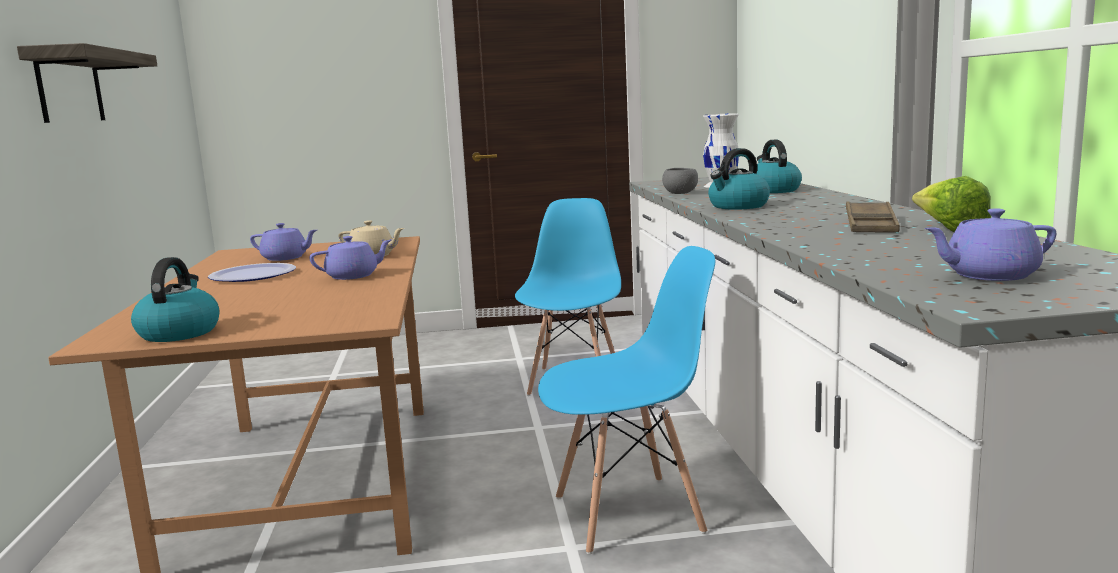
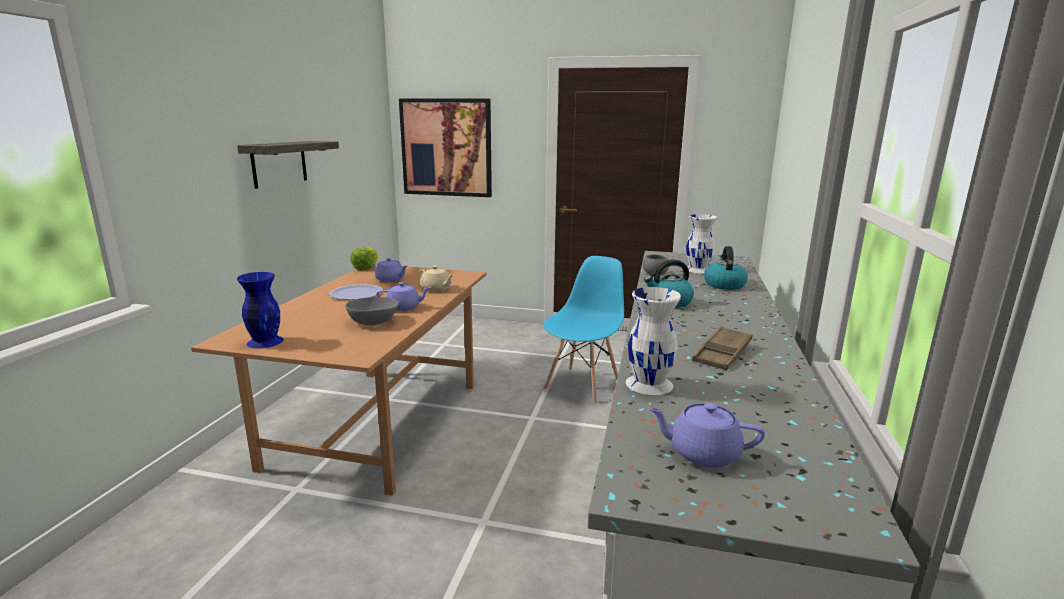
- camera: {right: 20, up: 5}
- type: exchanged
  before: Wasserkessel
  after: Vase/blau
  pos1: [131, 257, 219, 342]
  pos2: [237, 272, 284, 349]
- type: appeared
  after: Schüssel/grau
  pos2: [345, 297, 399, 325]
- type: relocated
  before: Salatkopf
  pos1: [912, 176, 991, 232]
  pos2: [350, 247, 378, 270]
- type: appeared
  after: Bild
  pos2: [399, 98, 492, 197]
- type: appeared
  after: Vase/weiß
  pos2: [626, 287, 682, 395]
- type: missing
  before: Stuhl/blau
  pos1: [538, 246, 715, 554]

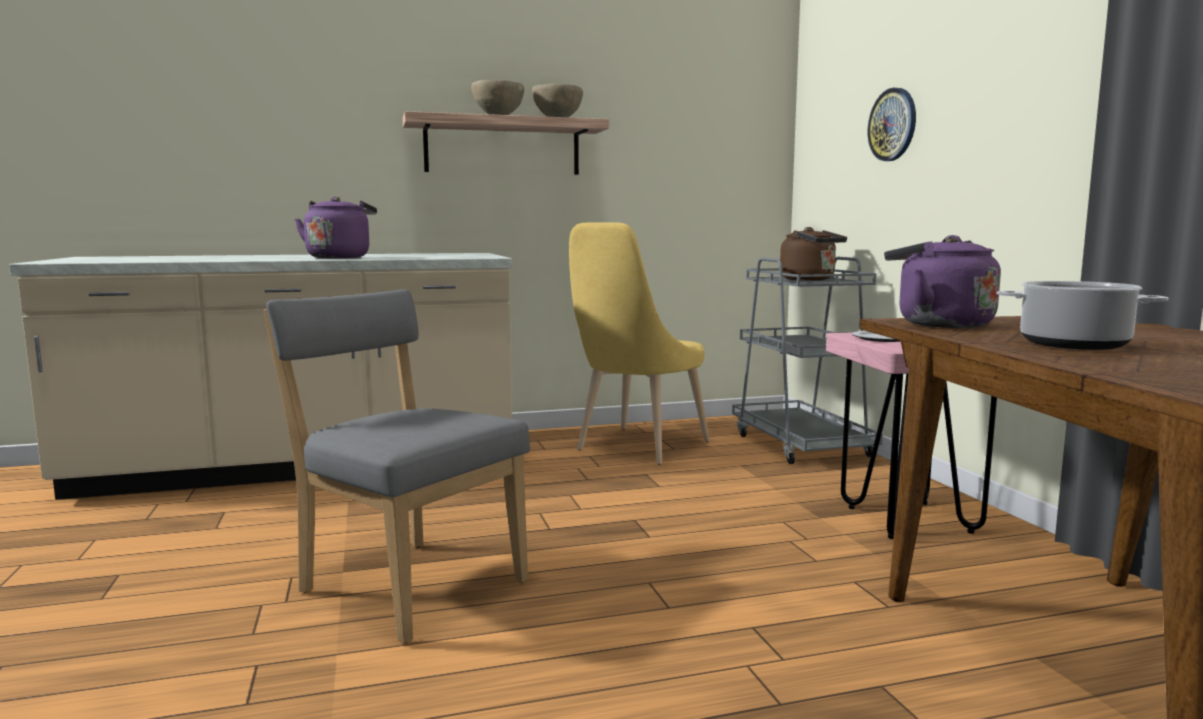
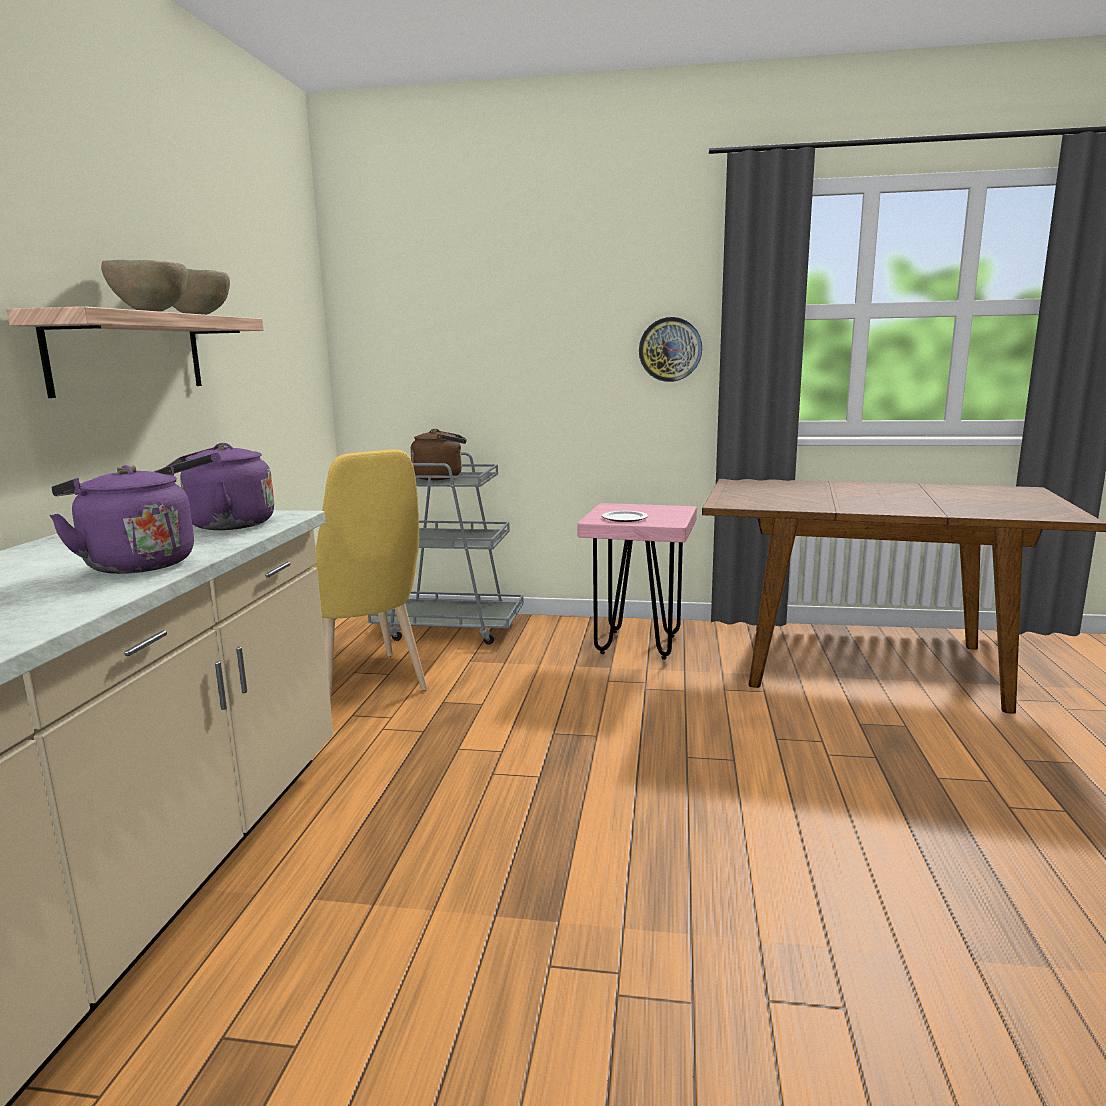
- camera: {right: -65, up: 5}
- type: relocated
  before: Wasserkessel/lila
  pos1: [884, 235, 1001, 328]
  pos2: [166, 443, 274, 530]
- type: relocated
  before: Wanduhr
  pos1: [868, 88, 916, 161]
  pos2: [639, 317, 702, 382]
- type: missing
  before: Stuhl/grau
  pos1: [263, 289, 530, 644]
- type: missing
  before: Kochtopf
  pos1: [997, 281, 1169, 350]

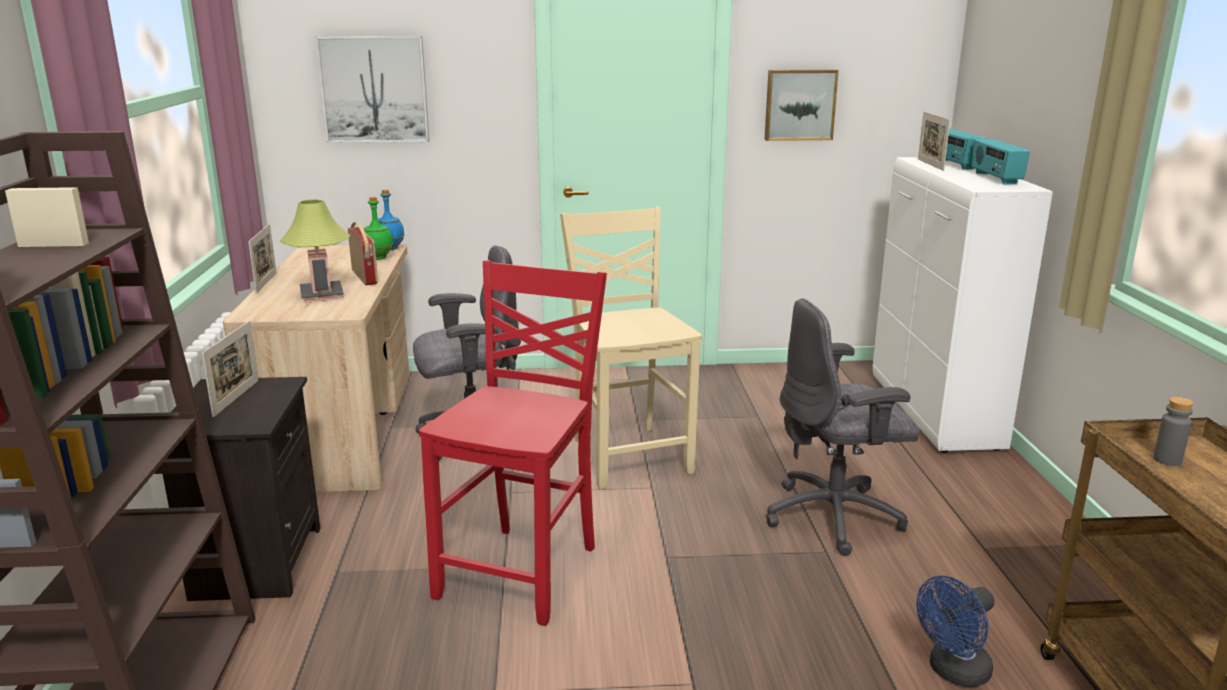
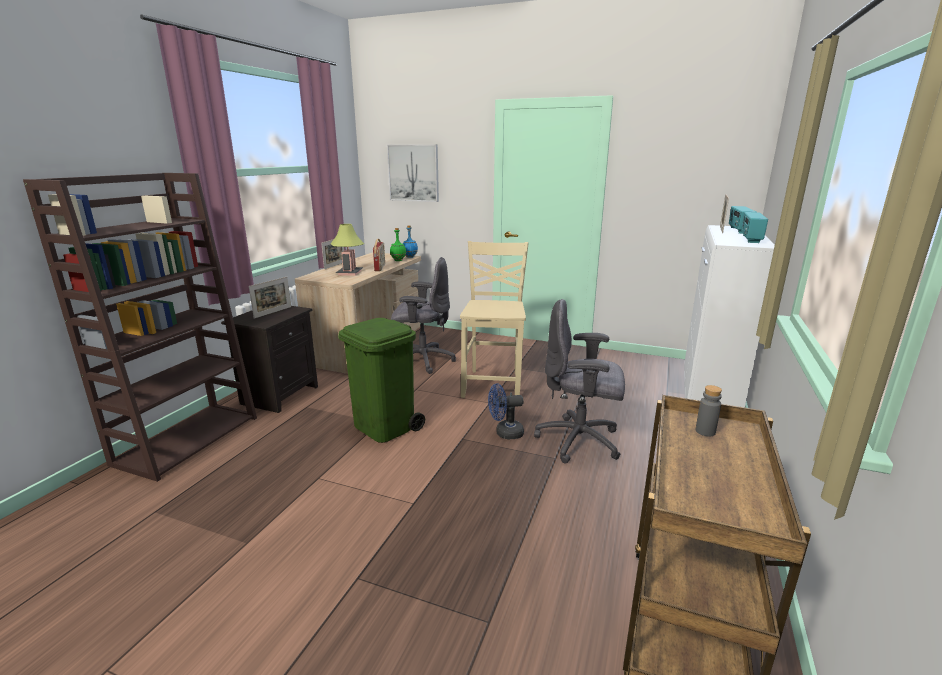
- camera: {right: 25, up: 0}
- type: exchanged
  before: Stuhl/rot
  after: Mülleimer/grün
  pos1: [419, 260, 607, 626]
  pos2: [338, 318, 425, 443]
- type: relocated
  before: Ventilator/blau
  pos1: [916, 576, 995, 687]
  pos2: [488, 383, 524, 439]
- type: missing
  before: Bild
  pos1: [765, 70, 839, 141]

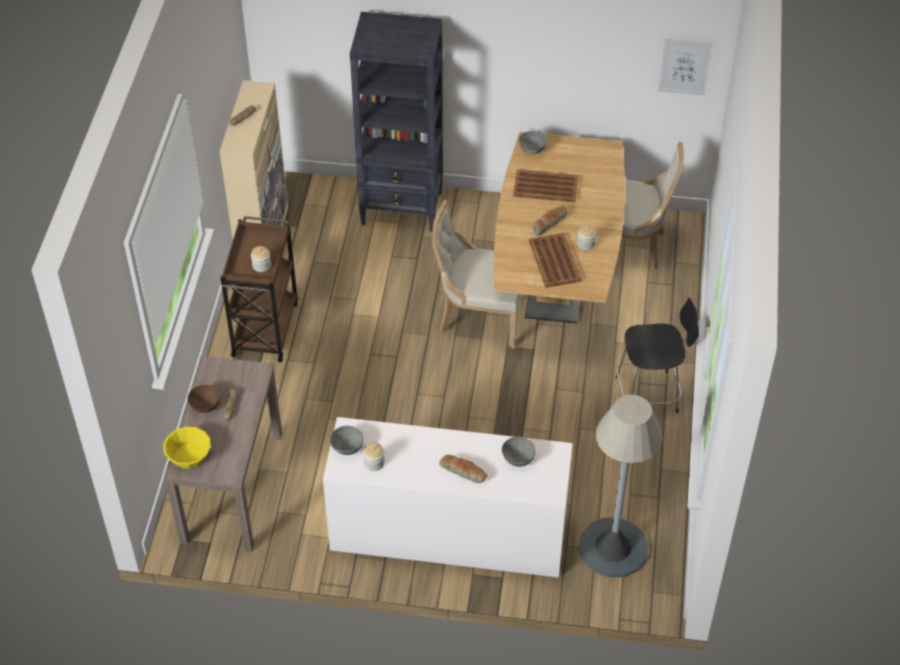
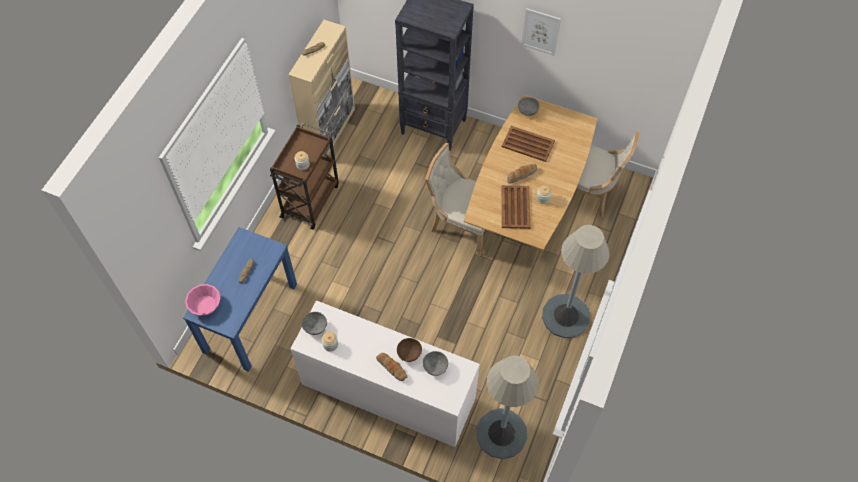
- camera: {right: 15, up: 10}
- type: colour
  before: Konsolentisch/braun
  after: Konsolentisch/blau
  pos1: [164, 356, 282, 552]
  pos2: [183, 227, 297, 372]
- type: colour
  before: Schüssel/gelb
  after: Schüssel/rosa
  pos1: [163, 427, 211, 469]
  pos2: [185, 284, 220, 316]
- type: relocated
  before: Schüssel/braun
  pos1: [188, 385, 220, 413]
  pos2: [397, 338, 422, 362]
- type: relocated
  before: Bild
  pos1: [659, 39, 712, 95]
  pos2: [521, 8, 561, 56]
- type: exchanged
  before: Stuhl/schwarz
  after: Stehlampe/grau
  pos1: [616, 298, 699, 413]
  pos2: [542, 225, 609, 338]

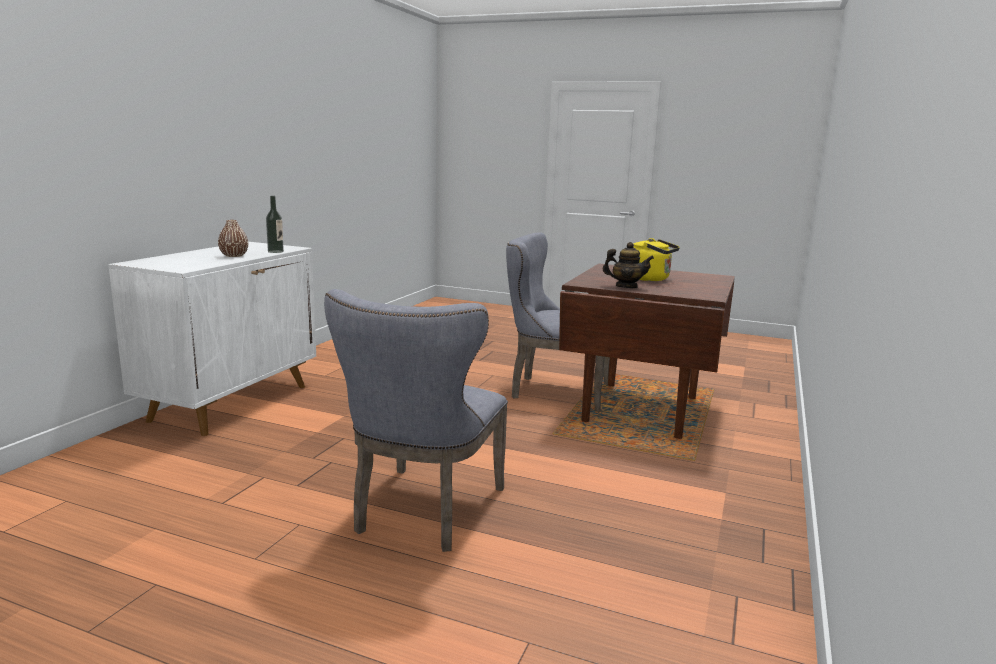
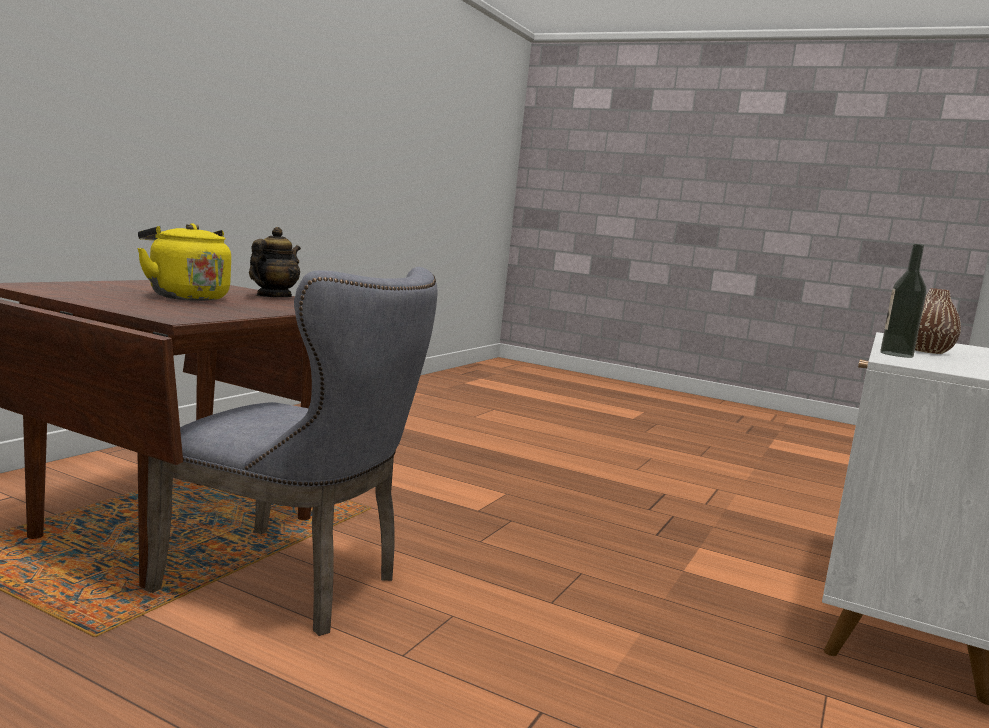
- camera: {right: -175, up: -5}
- type: spun
  before: Teekanne
  pos1: [603, 242, 654, 288]
  pos2: [249, 227, 301, 297]
  turn: 90
- type: missing
  before: Stuhl/grau
  pos1: [324, 289, 508, 552]

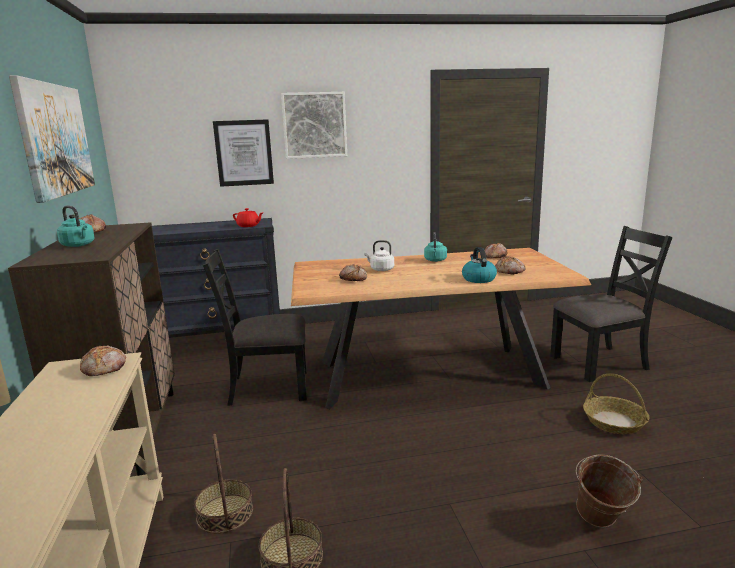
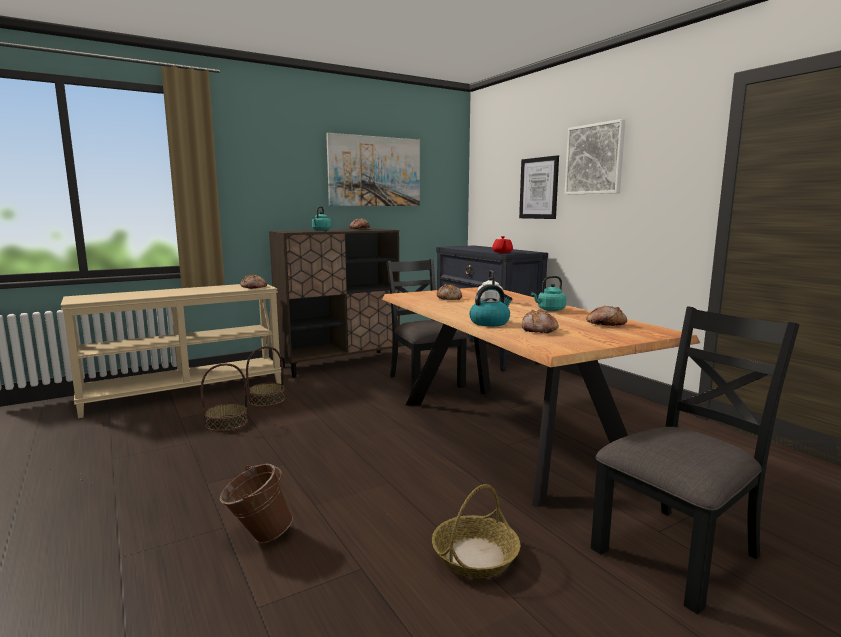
- camera: {right: 70, up: -5}
- type: spun
  before: Stuhl/schwarz
  pos1: [550, 226, 673, 382]
  pos2: [591, 306, 799, 614]
  turn: -90

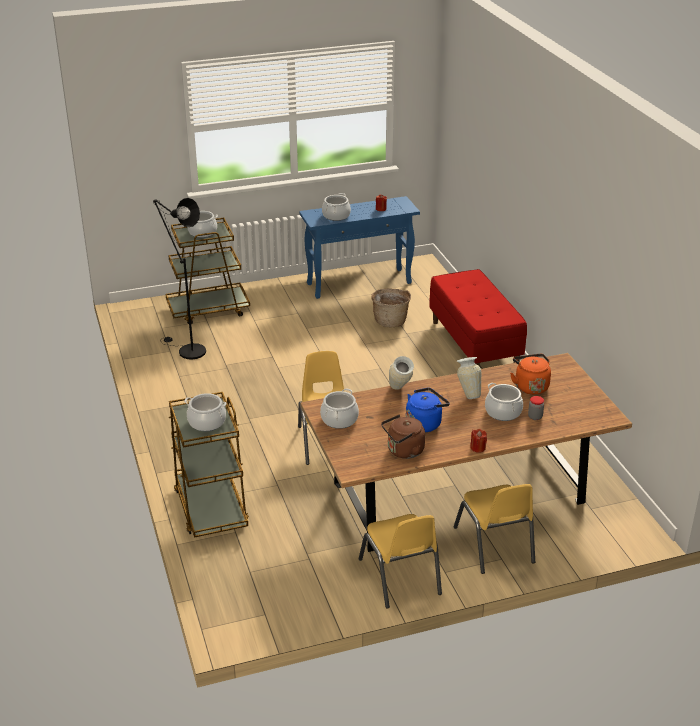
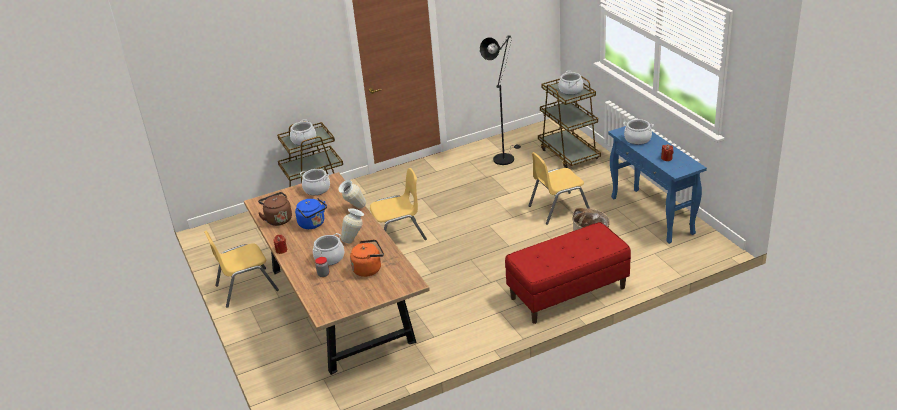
- camera: {right: 85, up: 0}
- type: relocated
  before: Stuhl/gelb
  pos1: [454, 484, 535, 574]
  pos2: [529, 152, 590, 224]

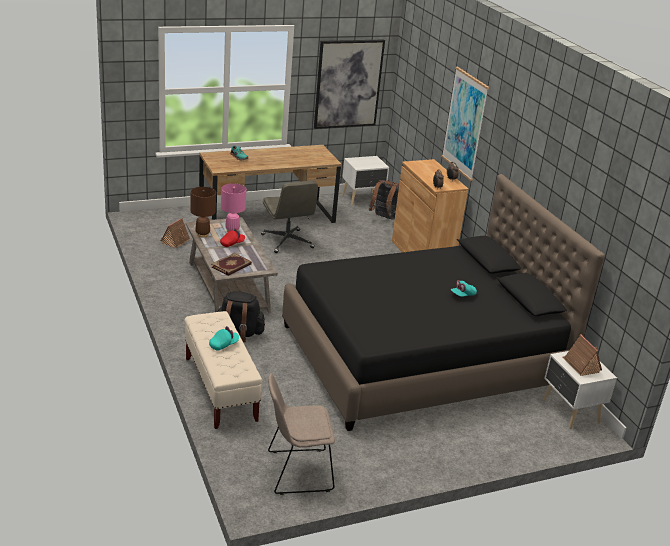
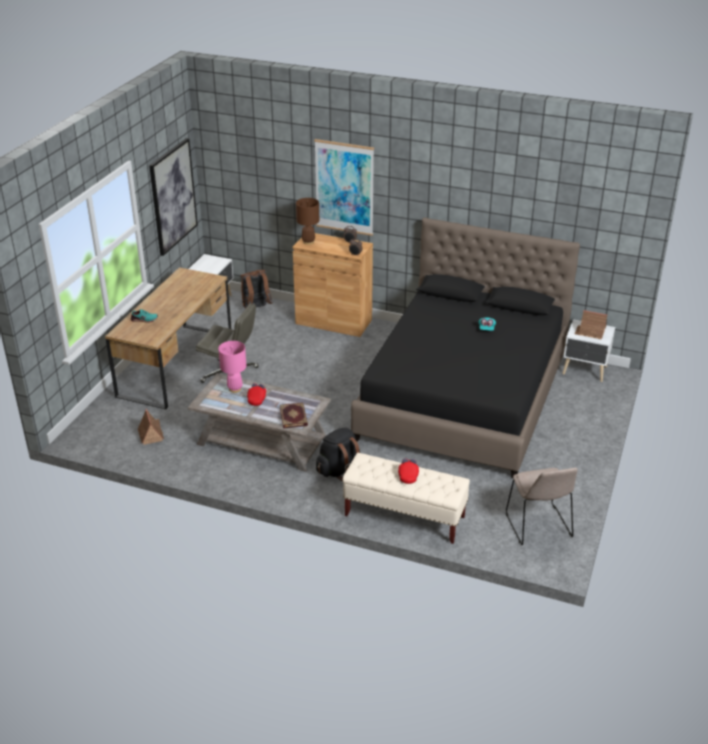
- camera: {right: -45, up: 5}
- type: relocated
  before: Tischlampe/braun
  pos1: [190, 187, 216, 237]
  pos2: [296, 198, 319, 245]
- type: colour
  before: Kappe/türkis
  after: Kappe/rot
  pos1: [209, 326, 239, 351]
  pos2: [398, 458, 419, 484]
- type: spun
  before: Stuhl/beige
  pos1: [268, 373, 335, 495]
  pos2: [506, 468, 578, 545]
  turn: -45

